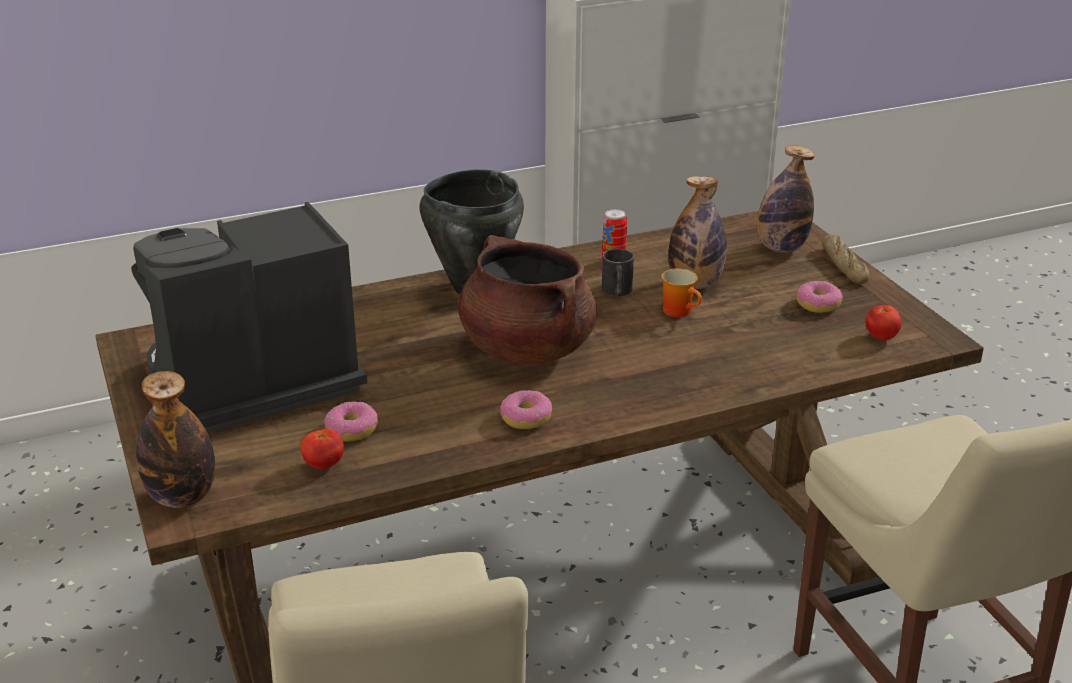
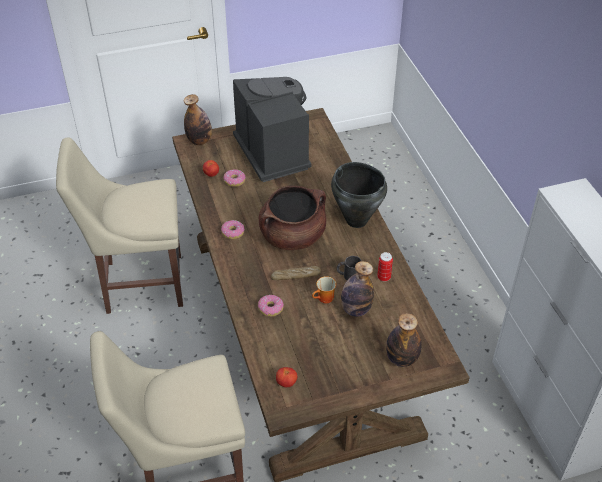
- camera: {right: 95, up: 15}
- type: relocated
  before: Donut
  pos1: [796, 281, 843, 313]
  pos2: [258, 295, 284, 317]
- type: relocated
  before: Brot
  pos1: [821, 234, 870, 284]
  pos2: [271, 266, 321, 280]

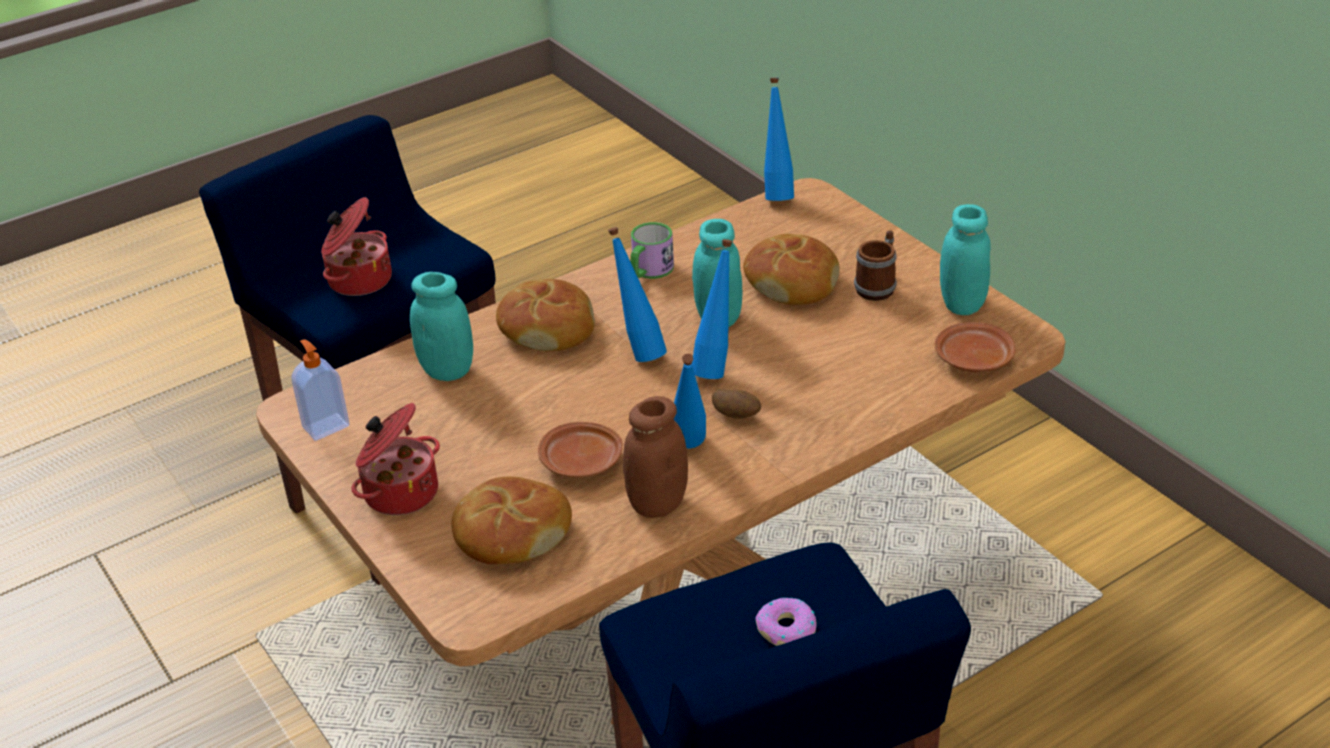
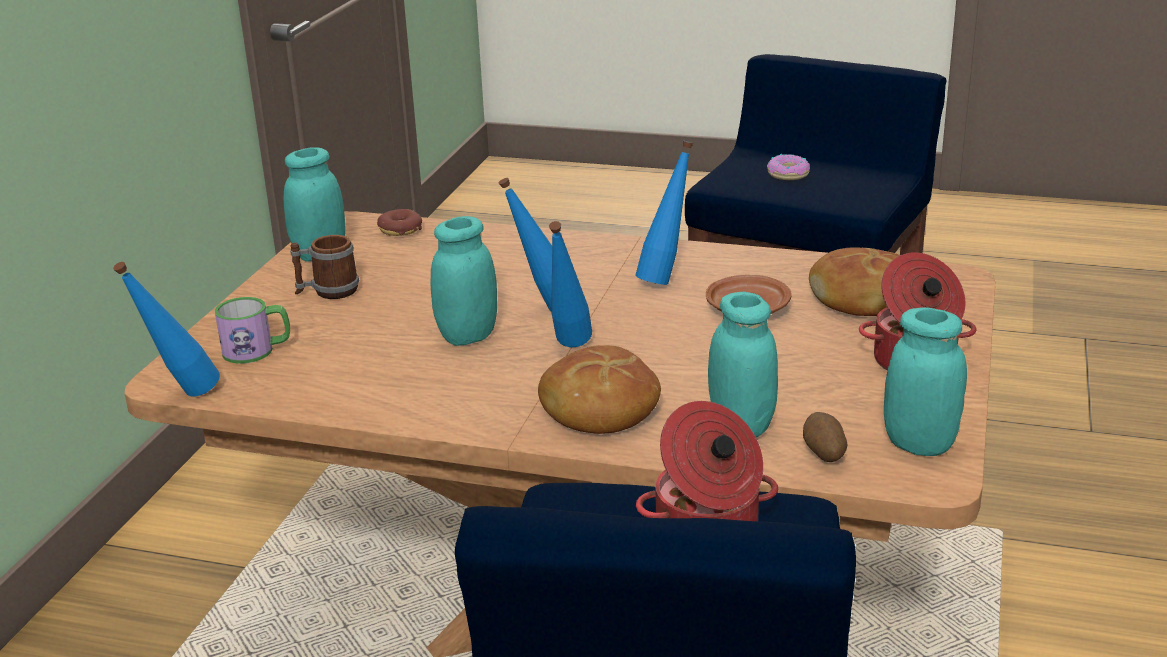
- camera: {right: -130, up: -10}
- type: relocated
  before: Henkelbecher
  pos1: [630, 222, 674, 279]
  pos2: [214, 297, 290, 364]
- type: exchanged
  before: Teller/braun
  after: Donut
  pos1: [935, 322, 1015, 372]
  pos2: [377, 209, 422, 236]
- type: relocated
  before: Kartoffel
  pos1: [712, 389, 761, 419]
  pos2: [803, 412, 847, 462]
- type: exchanged
  before: Seifenspender
  after: Vorratsglas/türkis
  pos1: [291, 339, 350, 441]
  pos2: [884, 307, 967, 456]
- type: missing
  before: Vorratsglas/braun
  pos1: [623, 396, 688, 518]
- type: missing
  before: Brot
  pos1: [743, 234, 840, 305]

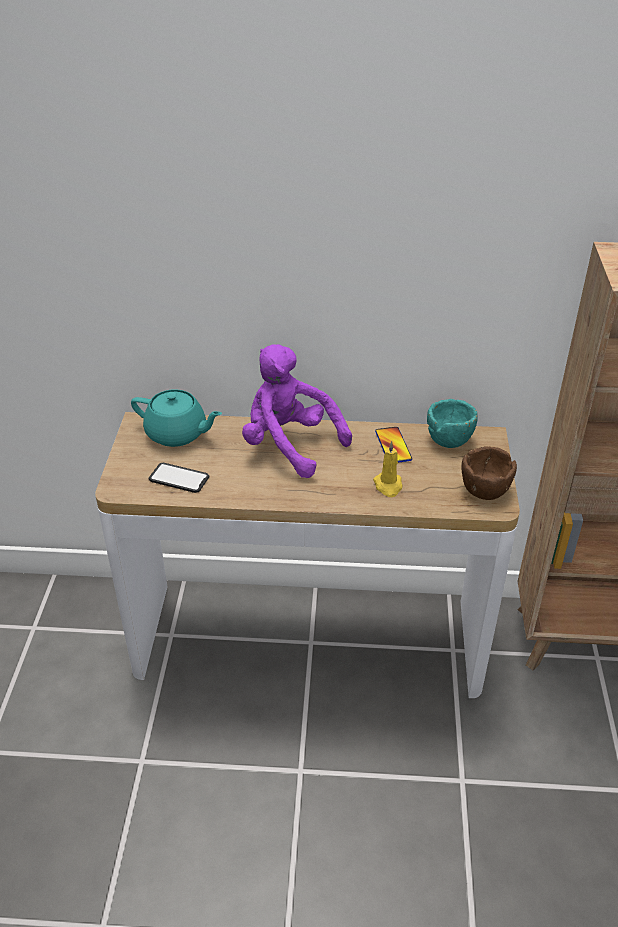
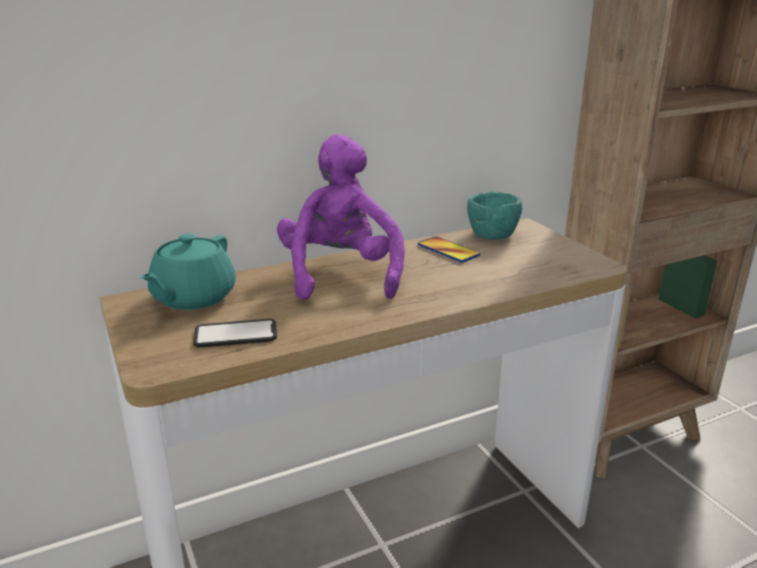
- camera: {right: -30, up: -15}
- type: spun
  before: Teekanne/türkis
  pos1: [131, 389, 222, 447]
  pos2: [140, 234, 236, 310]
  turn: 120
- type: spun
  before: Plüschtier/lila
  pos1: [242, 344, 352, 478]
  pos2: [277, 134, 405, 300]
  turn: 75
- type: missing
  before: Kerze/gelb
  pos1: [373, 441, 403, 497]
- type: missing
  before: Schüssel/braun
  pos1: [461, 446, 517, 500]

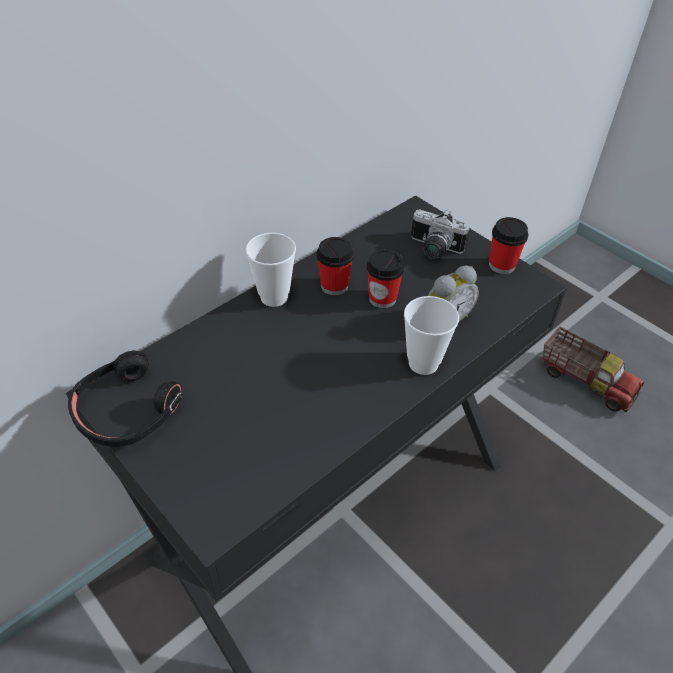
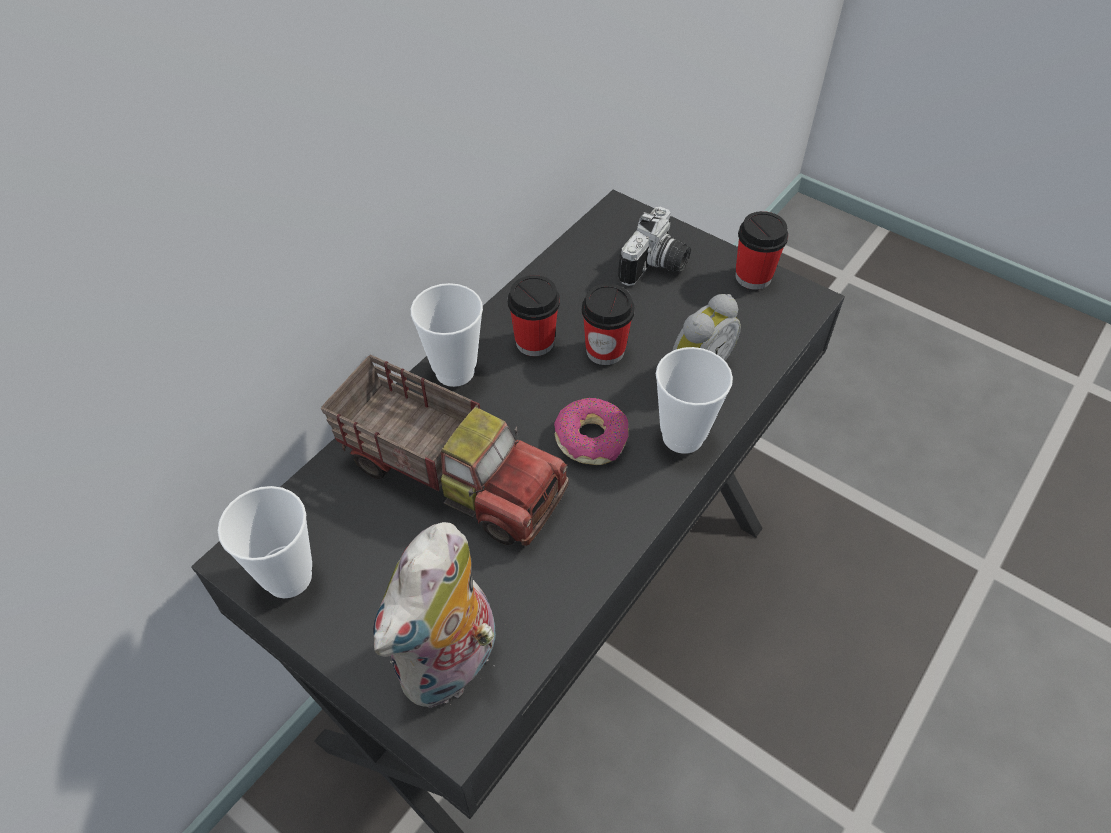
- camera: {right: -10, up: 5}
- type: exchanged
  before: Kopfhörer/schwarz
  after: Tasse
  pos1: [68, 350, 182, 447]
  pos2: [218, 486, 312, 598]
- type: relocated
  before: Spielzeuglaster
  pos1: [543, 326, 645, 412]
  pos2: [321, 354, 569, 546]
- type: appeared
  after: Plüschtier
  pos2: [373, 522, 506, 708]
- type: appeared
  after: Donut
  pos2: [554, 398, 629, 465]
- type: spun
  before: Kamera
  pos1: [411, 209, 470, 259]
  pos2: [618, 207, 691, 286]
  turn: -75

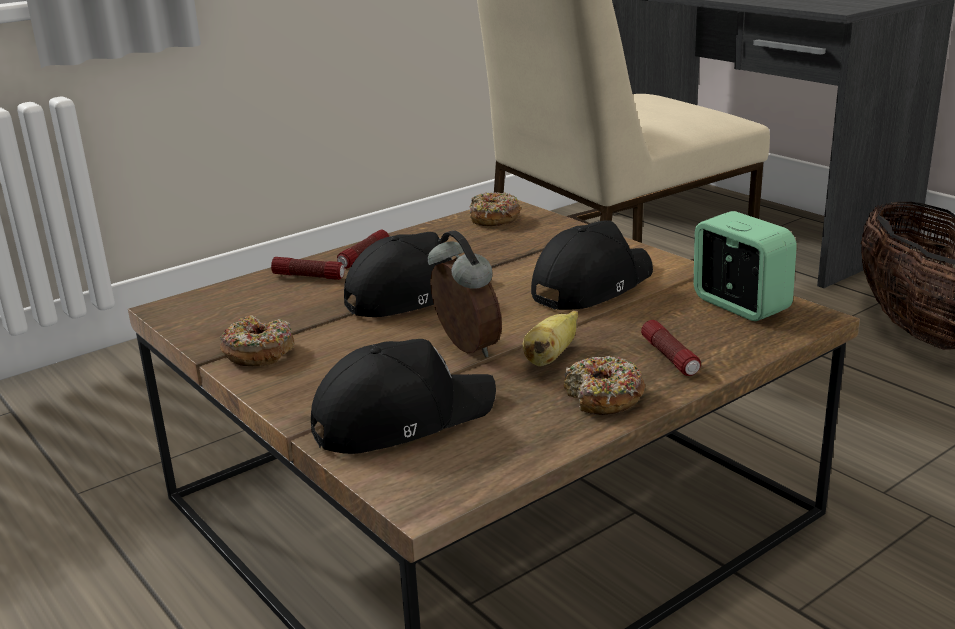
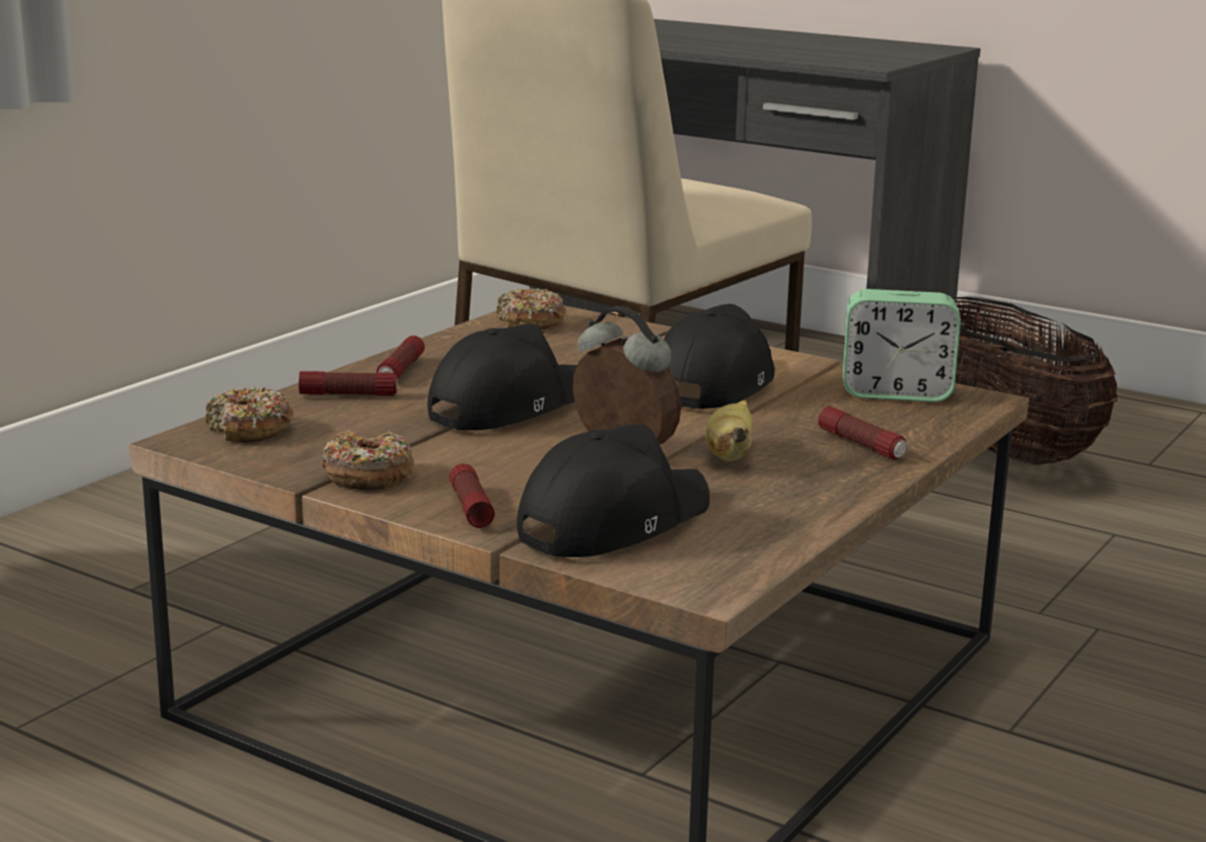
- camera: {right: -20, up: -5}
- type: relocated
  before: Donut
  pos1: [564, 355, 645, 415]
  pos2: [205, 387, 294, 442]
- type: appeared
  after: Taschenlampe
  pos2: [449, 464, 495, 528]
- type: spun
  before: Wecker
  pos1: [694, 211, 797, 321]
  pos2: [843, 289, 961, 402]
  turn: 150

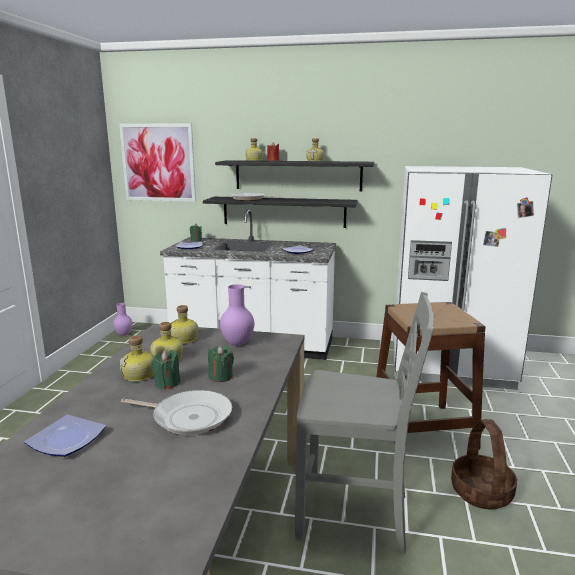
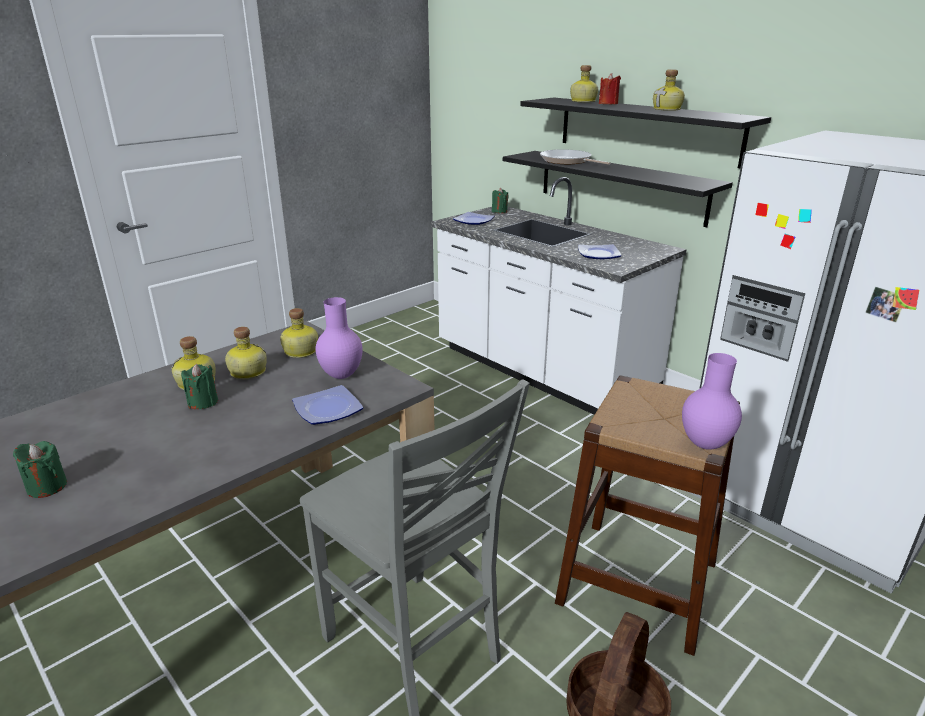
- camera: {right: 35, up: 10}
- type: relocated
  before: Kerze/grün
  pos1: [208, 346, 234, 382]
  pos2: [13, 441, 67, 498]
- type: relocated
  before: Teller
  pos1: [24, 414, 106, 457]
  pos2: [292, 385, 363, 425]
- type: relocated
  before: Vase/lila
  pos1: [113, 303, 133, 336]
  pos2: [682, 353, 742, 450]
- type: missing
  before: Bild
  pos1: [119, 123, 196, 202]
- type: missing
  before: Pfanne
  pos1: [121, 390, 232, 435]

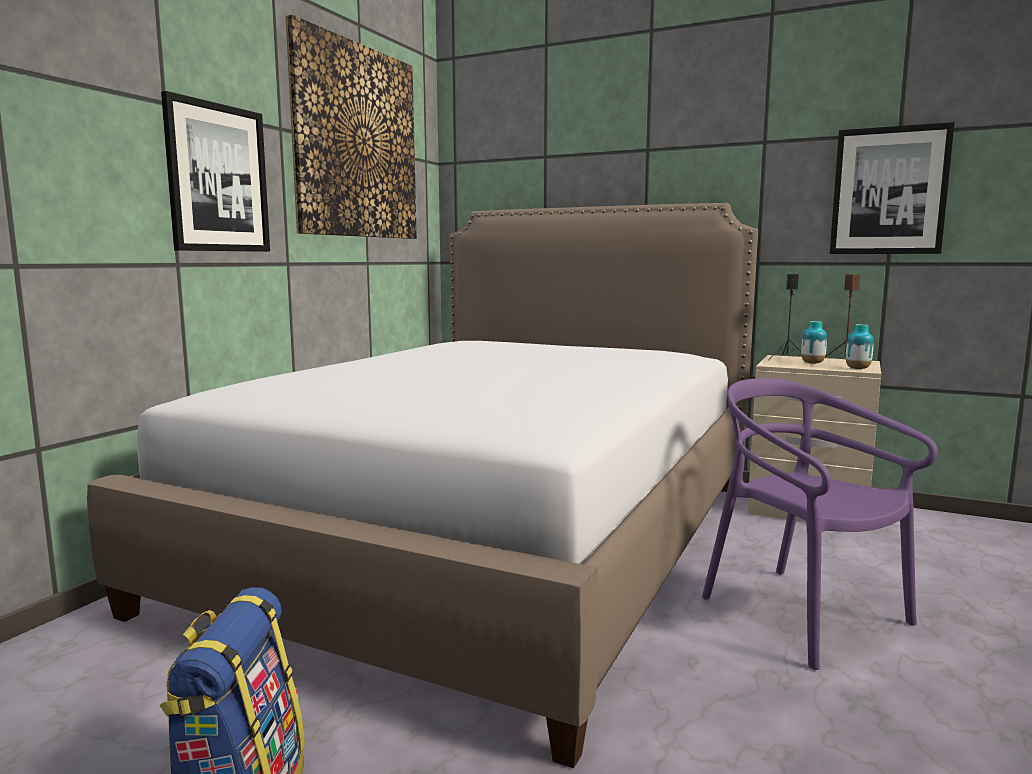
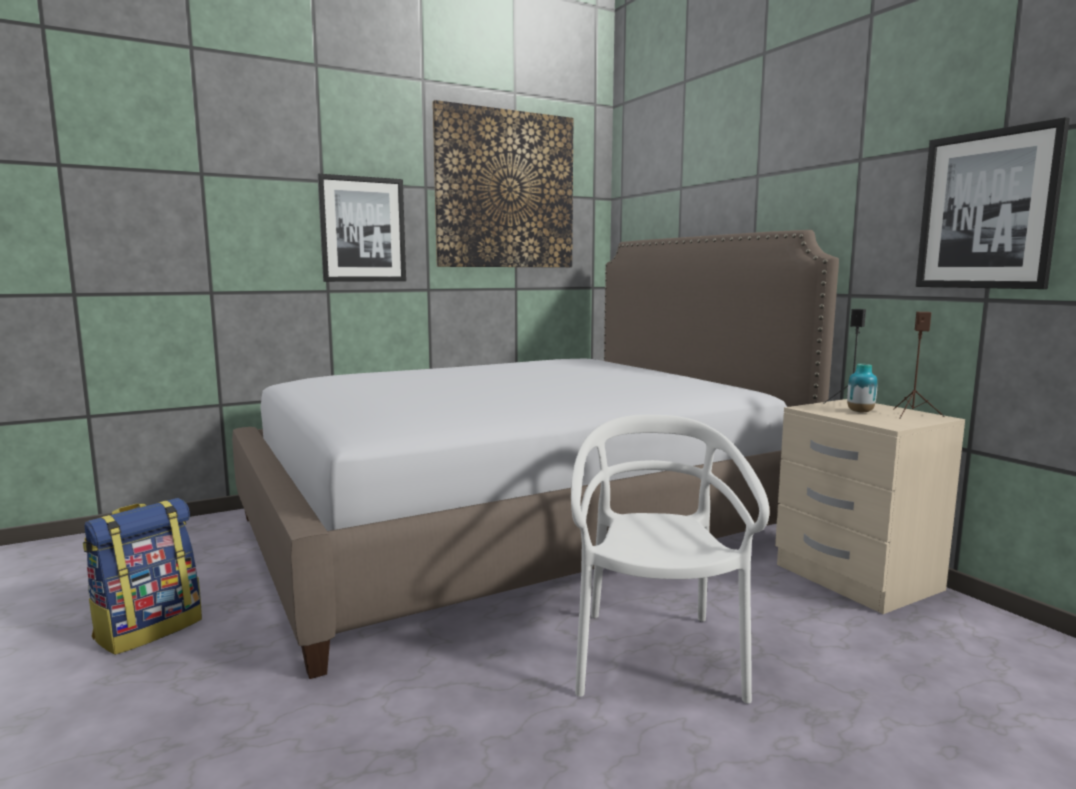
- camera: {right: 35, up: 0}
- type: colour
  before: Stuhl/lila
  after: Stuhl/weiß
  pos1: [702, 378, 938, 670]
  pos2: [571, 415, 769, 704]
- type: missing
  before: Vase
  pos1: [846, 324, 874, 369]

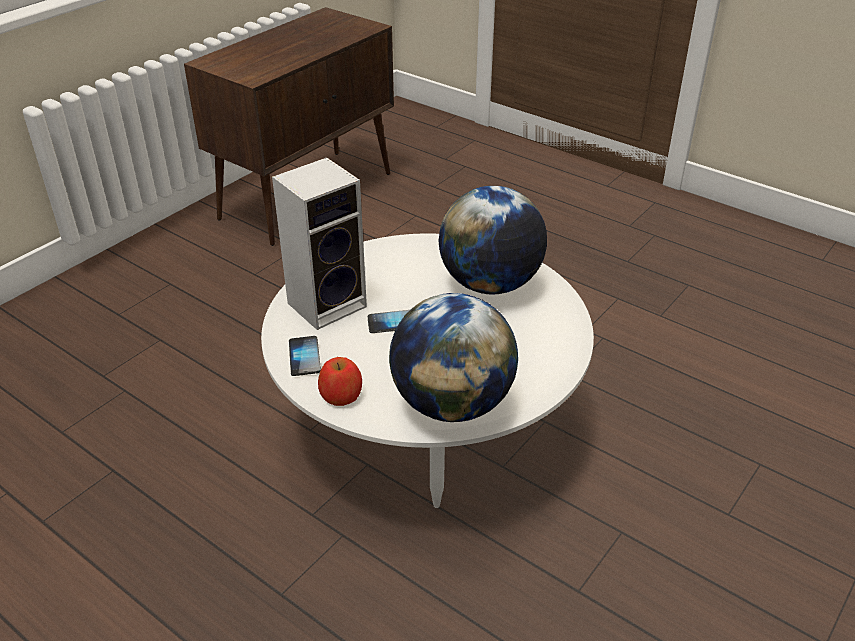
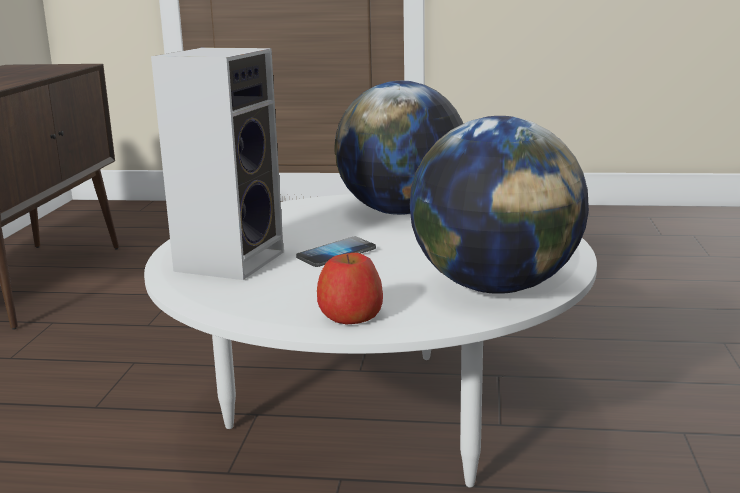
- camera: {right: -30, up: -20}
- type: missing
  before: Handy
  pos1: [289, 336, 321, 376]

